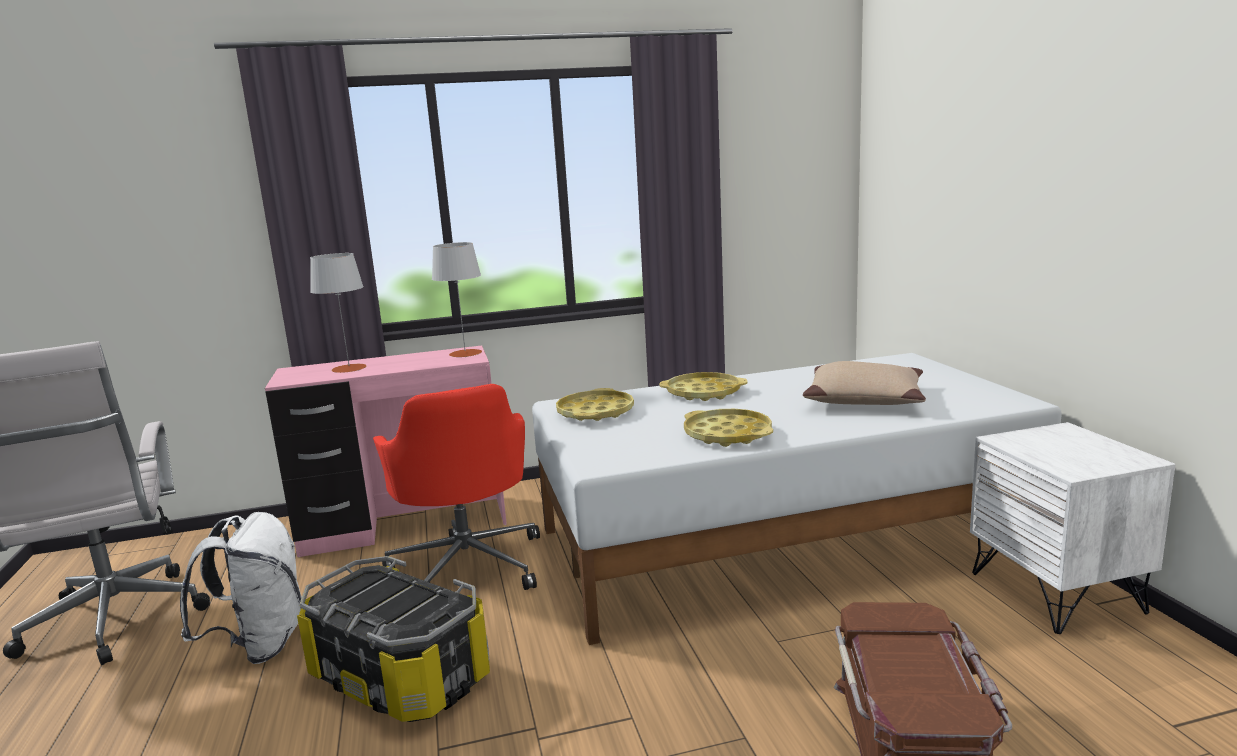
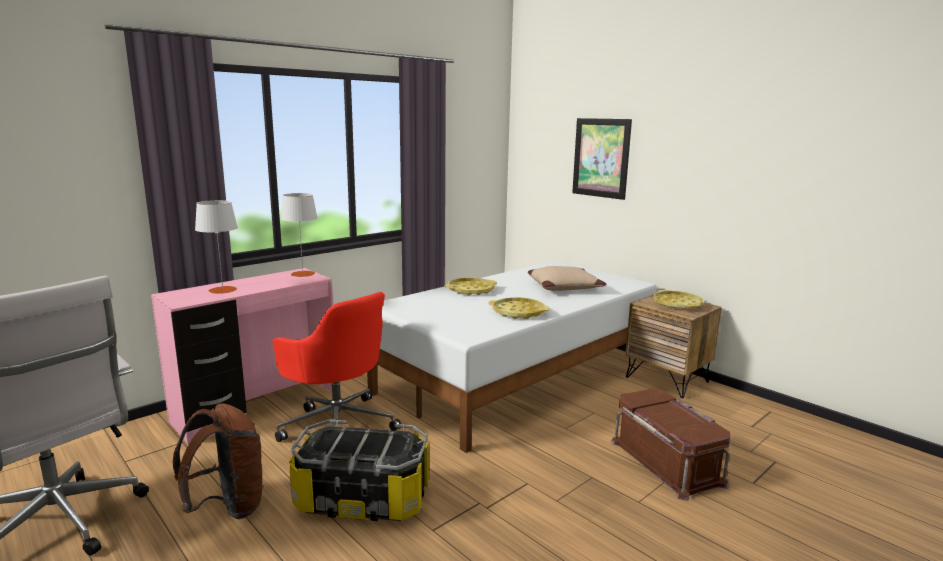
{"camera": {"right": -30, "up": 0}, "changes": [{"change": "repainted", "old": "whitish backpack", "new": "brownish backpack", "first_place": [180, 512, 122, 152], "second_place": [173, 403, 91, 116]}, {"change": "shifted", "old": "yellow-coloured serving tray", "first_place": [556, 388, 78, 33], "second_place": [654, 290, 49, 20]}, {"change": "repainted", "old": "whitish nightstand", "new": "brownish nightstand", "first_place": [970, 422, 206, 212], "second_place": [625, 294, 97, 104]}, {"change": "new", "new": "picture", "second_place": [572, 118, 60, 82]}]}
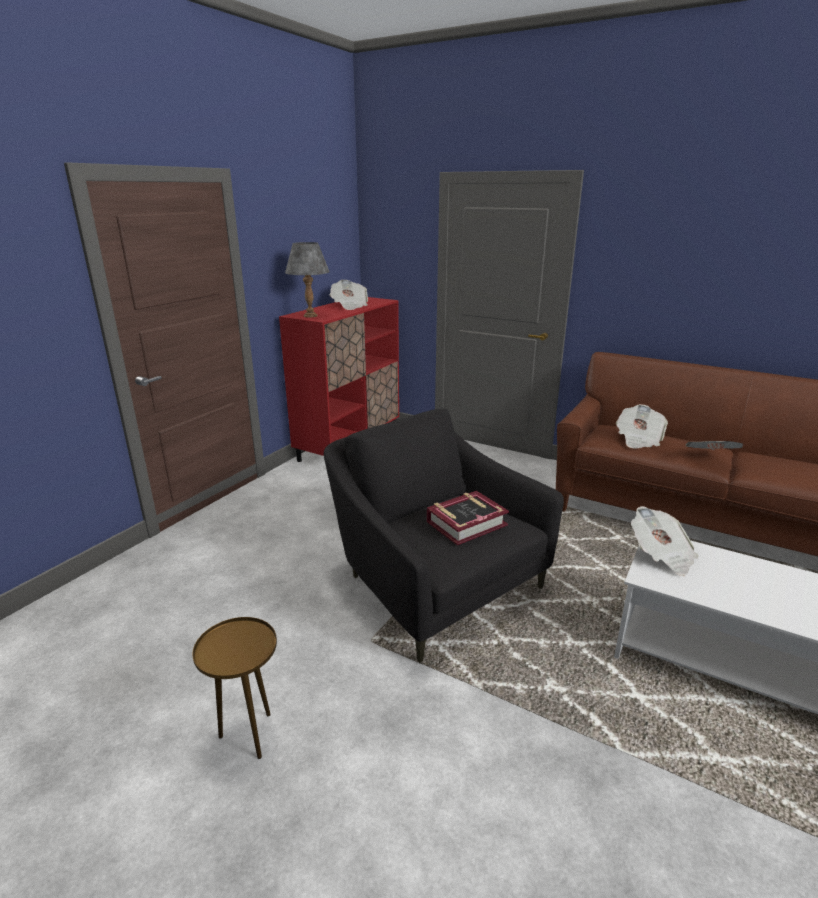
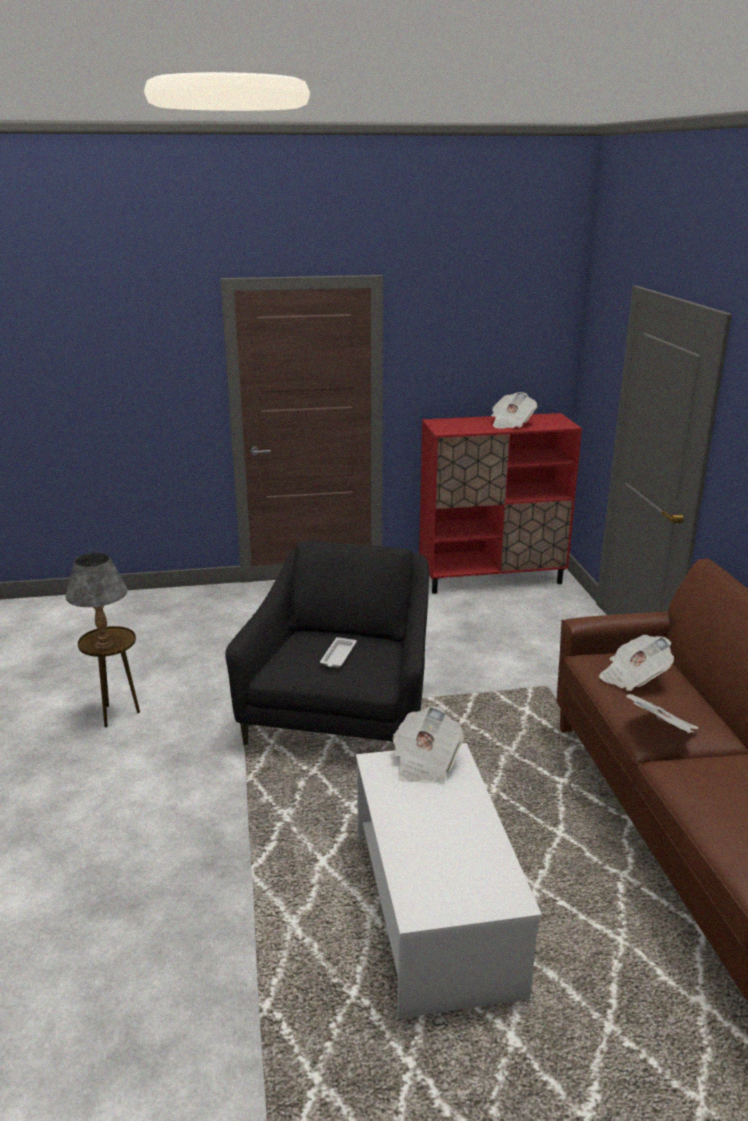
{"camera": {"right": 50, "up": 0}, "changes": [{"change": "shifted", "old": "greyish tabletop lamp", "first_place": [285, 242, 45, 76], "second_place": [65, 553, 63, 97]}, {"change": "swapped", "old": "volume", "new": "whitish serving tray", "first_place": [427, 491, 82, 54], "second_place": [320, 637, 37, 30]}]}
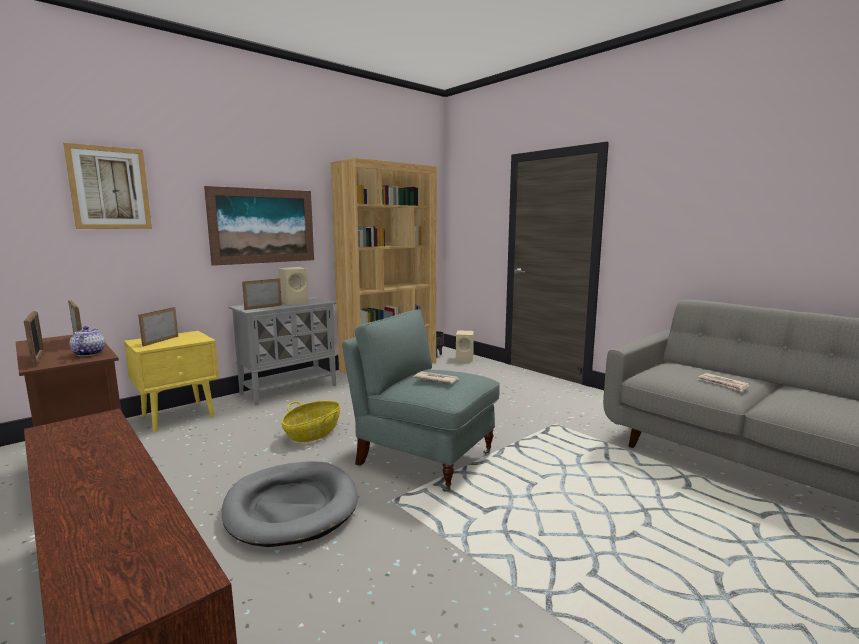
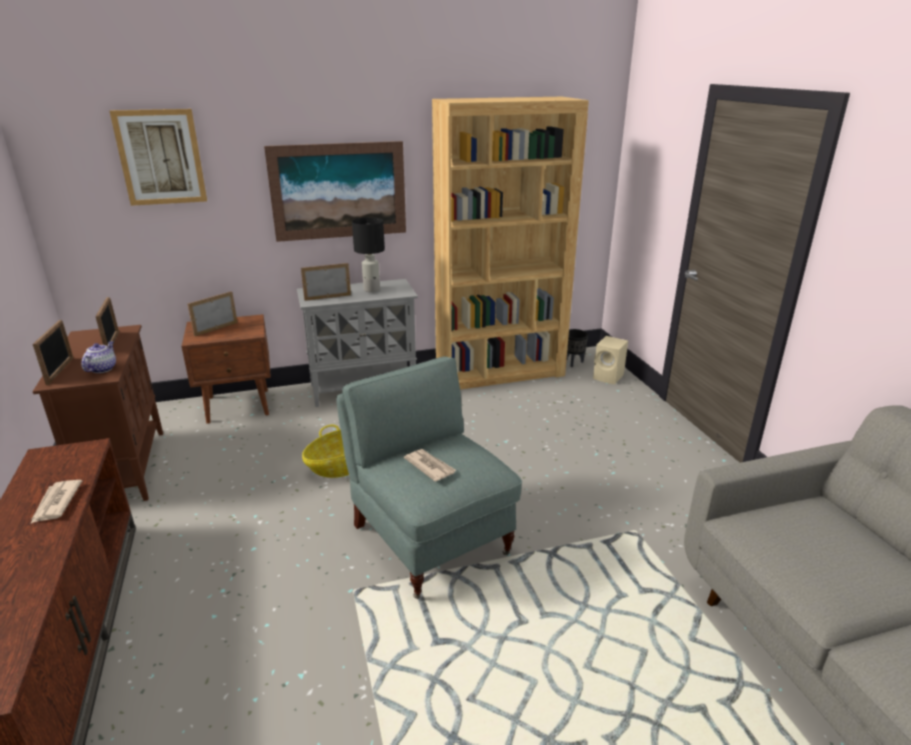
{"camera": {"right": 25, "up": 15}, "changes": [{"change": "repainted", "old": "yellow-coloured nightstand", "new": "brownish nightstand", "first_place": [124, 331, 95, 101], "second_place": [181, 314, 90, 110]}, {"change": "gone", "old": "greyish dog cushion", "first_place": [222, 461, 136, 86]}, {"change": "swapped", "old": "beige-coloured loudspeaker", "new": "black-coloured tabletop lamp", "first_place": [279, 267, 29, 38], "second_place": [352, 217, 33, 75]}, {"change": "shifted", "old": "printed paper", "first_place": [698, 373, 52, 19], "second_place": [31, 480, 51, 43]}]}
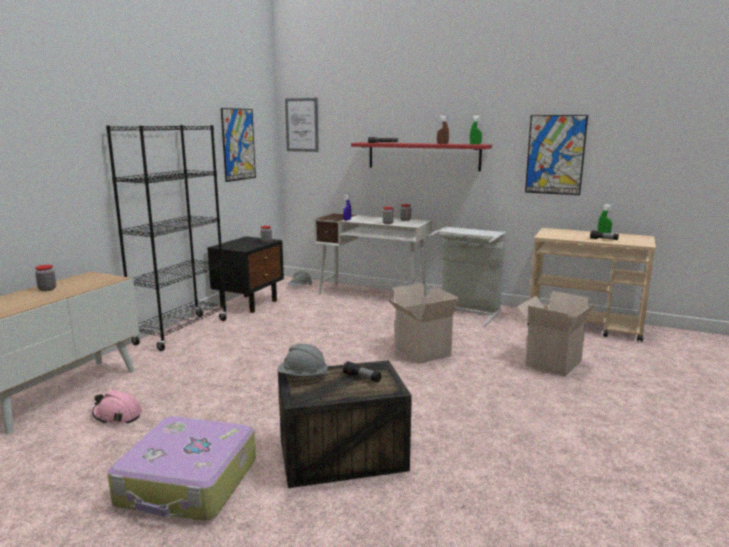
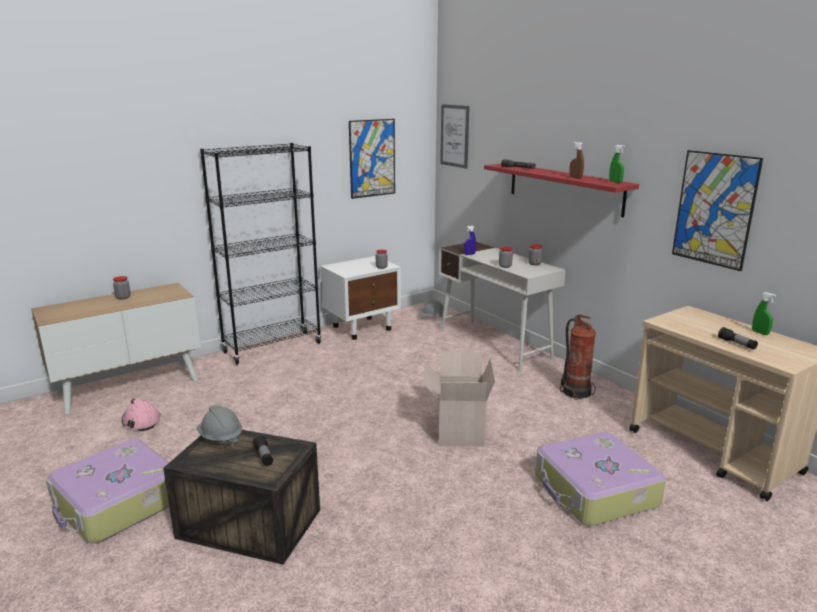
{"camera": {"right": 30, "up": 5}, "changes": [{"change": "repainted", "old": "black-coloured nightstand", "new": "whitish nightstand", "first_place": [207, 236, 77, 77], "second_place": [320, 256, 81, 84]}, {"change": "swapped", "old": "greyish laundry basket", "new": "extinguisher", "first_place": [428, 226, 78, 100], "second_place": [560, 314, 36, 86]}, {"change": "swapped", "old": "cardboard box", "new": "suitcase", "first_place": [517, 291, 78, 86], "second_place": [535, 432, 131, 94]}]}
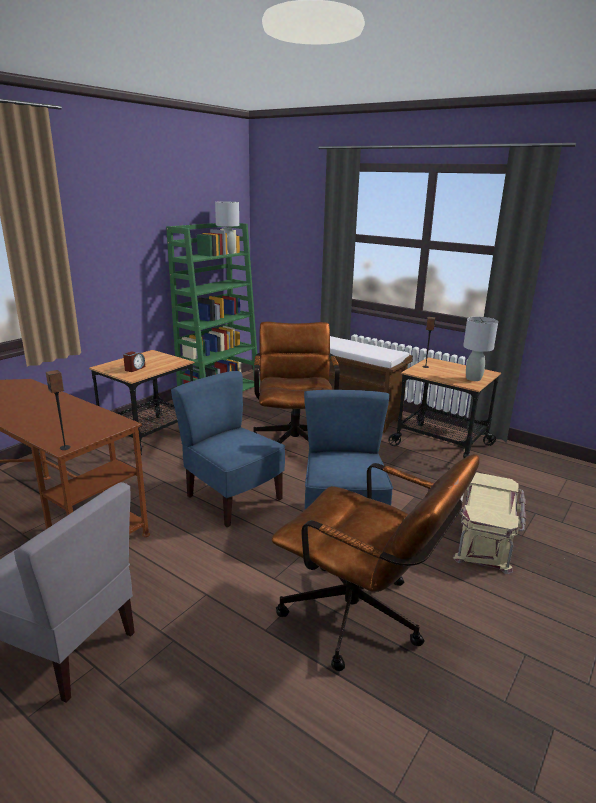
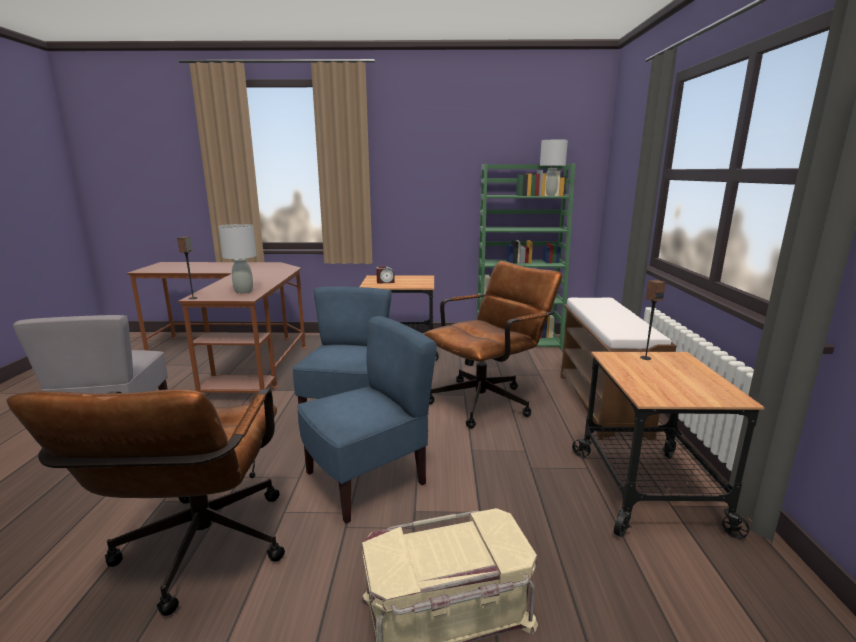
{"camera": {"right": 55, "up": -5}, "changes": [{"change": "shifted", "old": "greyish tabletop lamp", "first_place": [463, 317, 35, 64], "second_place": [219, 224, 38, 70]}]}
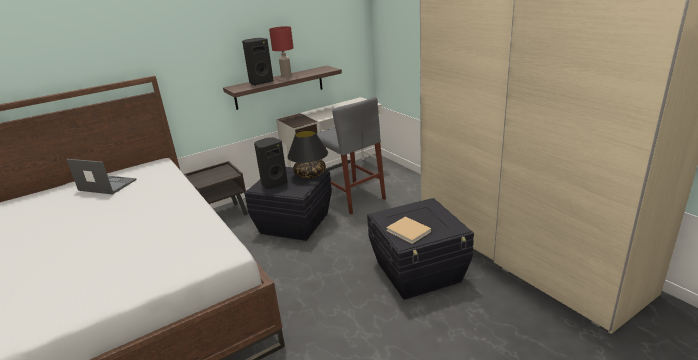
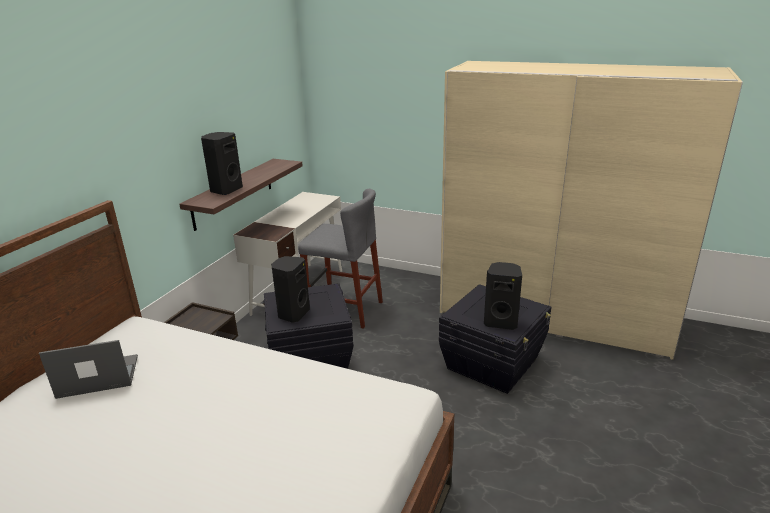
{"camera": {"right": -35, "up": 0}, "changes": [{"change": "gone", "old": "reddish tabletop lamp", "first_place": [269, 26, 24, 52]}, {"change": "gone", "old": "black-coloured tabletop lamp", "first_place": [287, 130, 41, 48]}, {"change": "swapped", "old": "beige-coloured volume", "new": "black-coloured loudspeaker", "first_place": [386, 217, 45, 27], "second_place": [484, 262, 38, 68]}]}
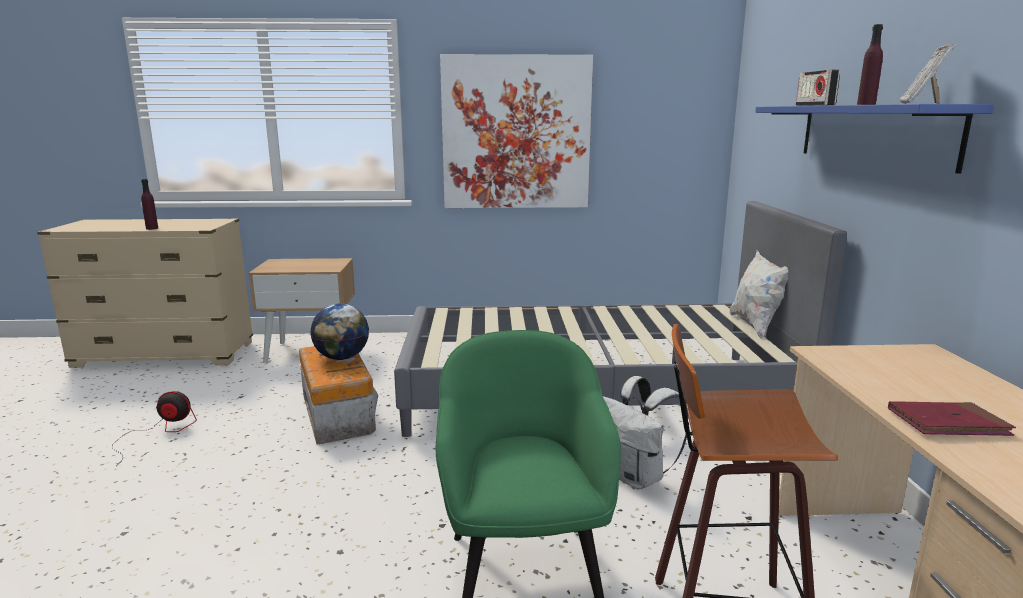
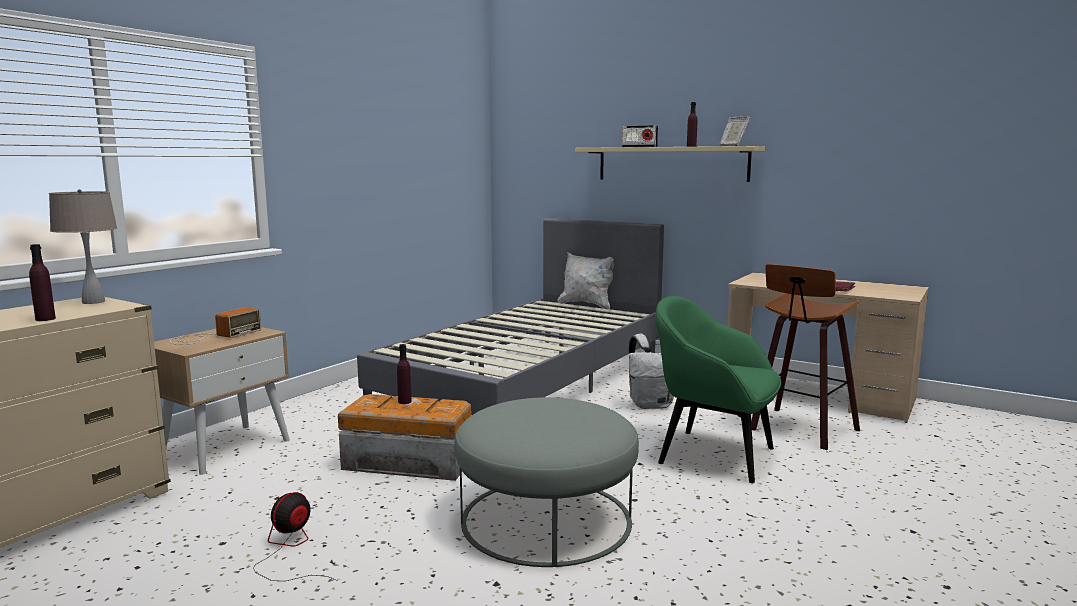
{"camera": {"right": -55, "up": -5}, "changes": [{"change": "swapped", "old": "globe", "new": "purplish bottle", "first_place": [310, 304, 59, 56], "second_place": [397, 344, 15, 60]}, {"change": "gone", "old": "picture", "first_place": [440, 54, 153, 154]}, {"change": "repainted", "old": "blue-coloured wall shelf", "new": "beige-coloured wall shelf", "first_place": [755, 104, 239, 70], "second_place": [575, 146, 190, 36]}, {"change": "new", "new": "beige-coloured tabletop lamp", "second_place": [49, 189, 68, 115]}, {"change": "new", "new": "radio receiver", "second_place": [170, 307, 91, 38]}, {"change": "new", "new": "greyish pouffe", "second_place": [455, 397, 184, 170]}]}
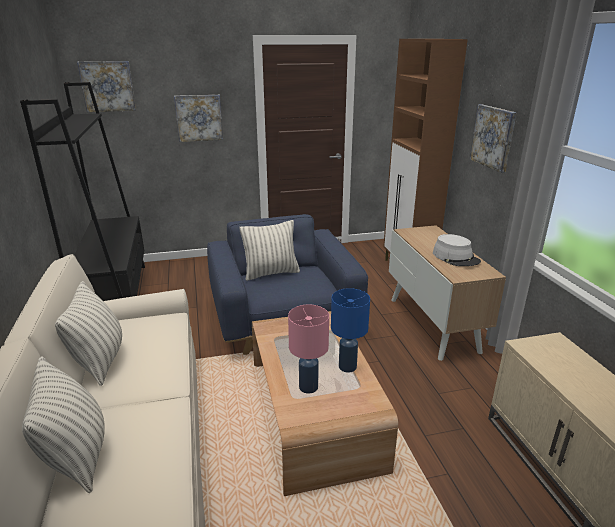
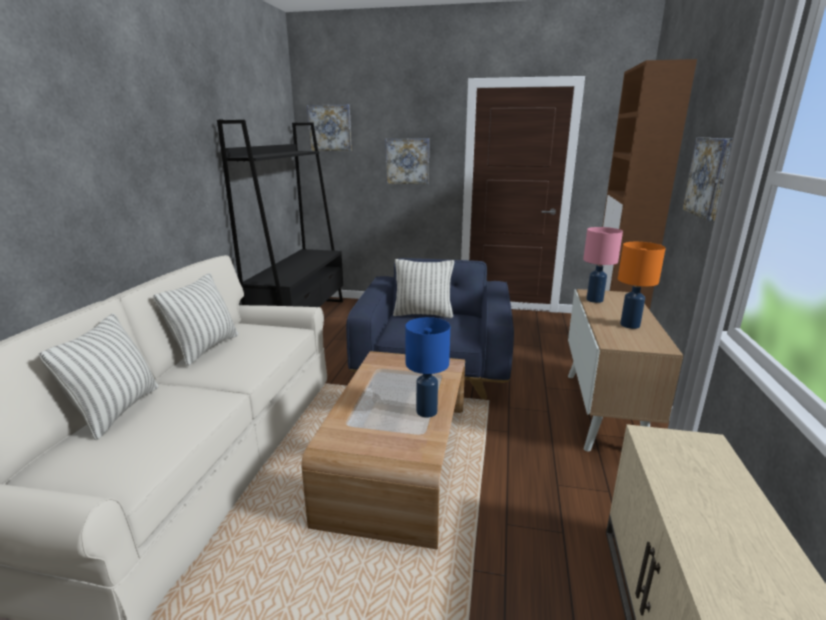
{"camera": {"right": 25, "up": -5}, "changes": [{"change": "shifted", "old": "pinkish tabletop lamp", "first_place": [288, 305, 41, 89], "second_place": [583, 227, 40, 76]}, {"change": "swapped", "old": "greyish hat", "new": "orangey tabletop lamp", "first_place": [433, 234, 48, 32], "second_place": [618, 242, 48, 87]}]}
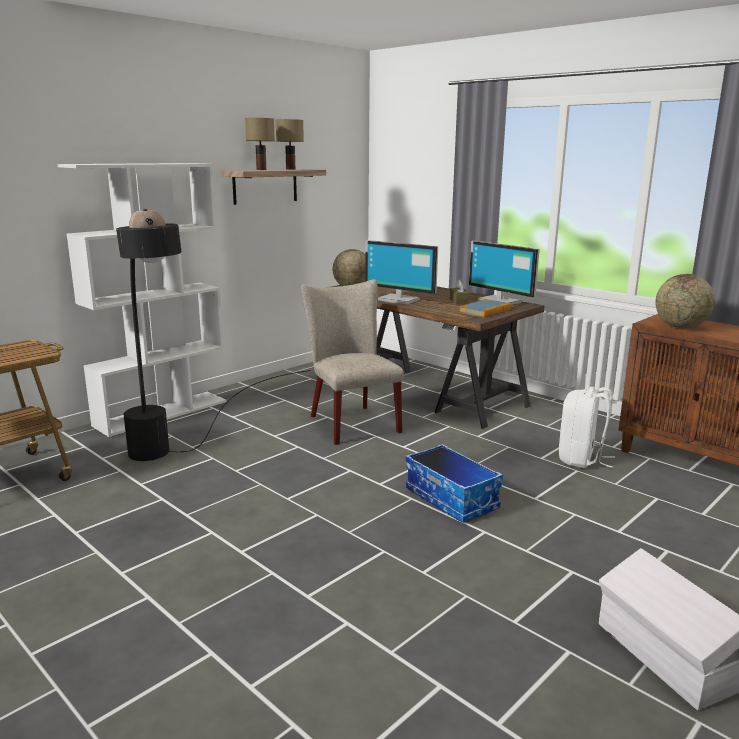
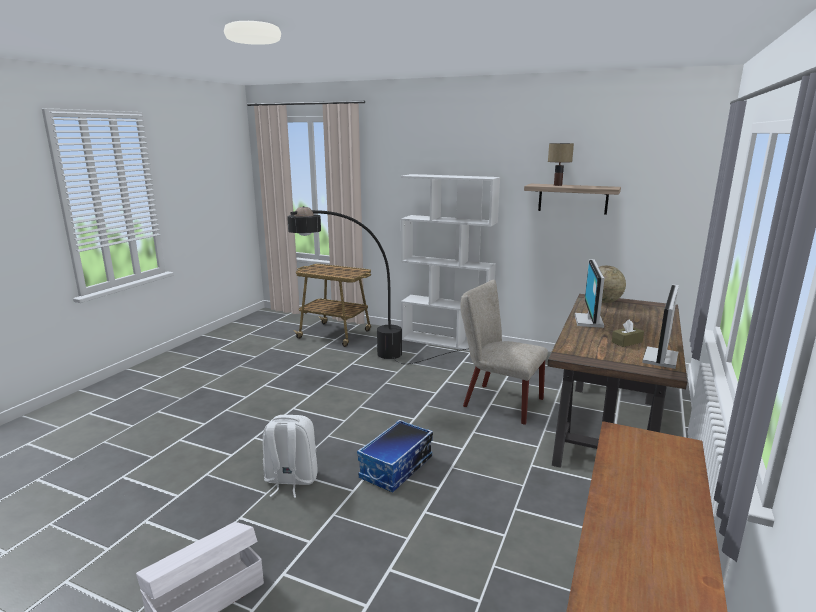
{"camera": {"right": 70, "up": 0}, "changes": [{"change": "gone", "old": "tabletop lamp", "first_place": [276, 119, 28, 51]}, {"change": "rotated", "old": "beige-coloured plain chair", "first_place": [301, 279, 103, 166], "second_place": [460, 280, 88, 145], "degrees": -105}, {"change": "gone", "old": "volume", "first_place": [459, 299, 53, 18]}, {"change": "shifted", "old": "whitish backpack", "first_place": [559, 387, 56, 81], "second_place": [263, 415, 55, 83]}, {"change": "gone", "old": "globe", "first_place": [655, 274, 60, 54]}]}
